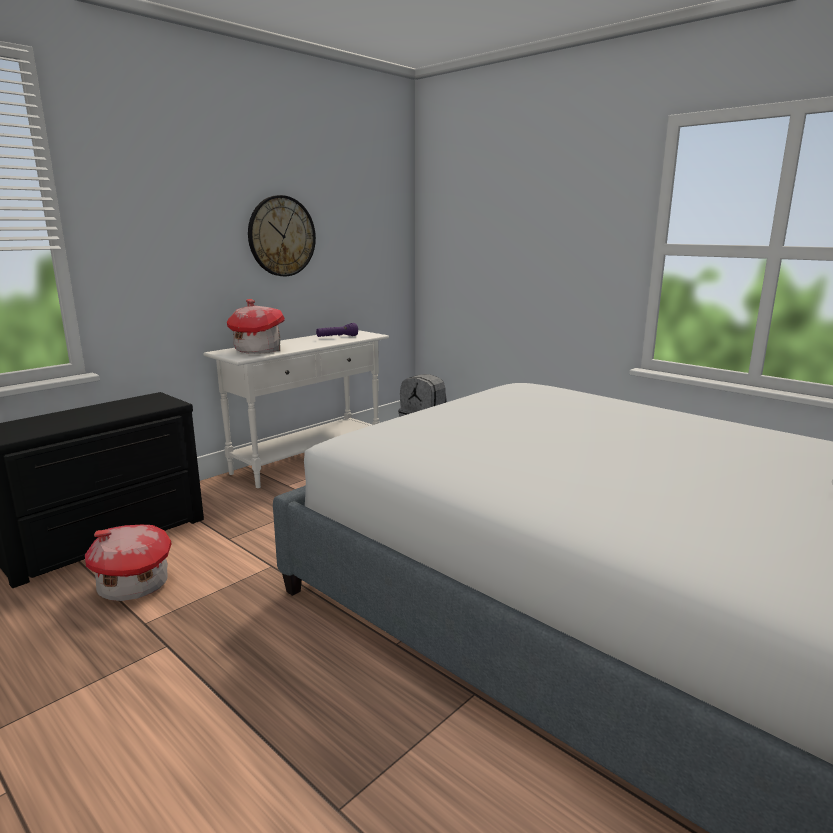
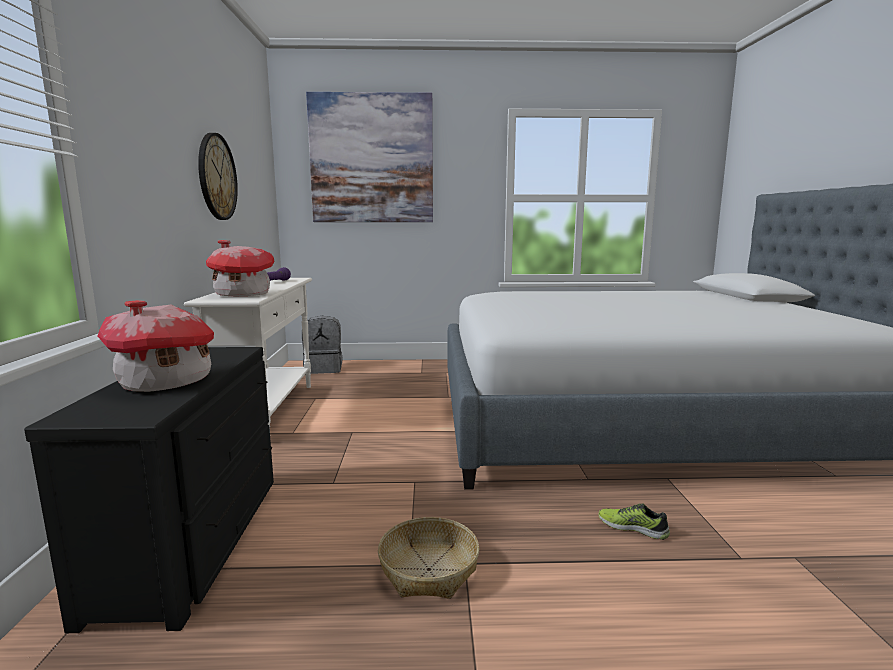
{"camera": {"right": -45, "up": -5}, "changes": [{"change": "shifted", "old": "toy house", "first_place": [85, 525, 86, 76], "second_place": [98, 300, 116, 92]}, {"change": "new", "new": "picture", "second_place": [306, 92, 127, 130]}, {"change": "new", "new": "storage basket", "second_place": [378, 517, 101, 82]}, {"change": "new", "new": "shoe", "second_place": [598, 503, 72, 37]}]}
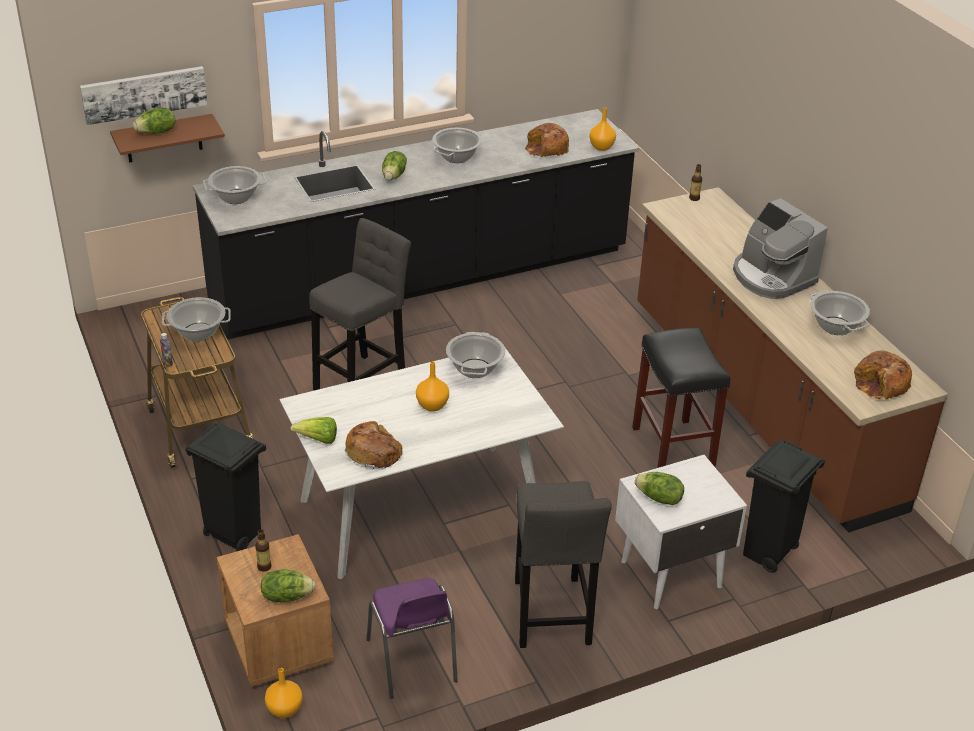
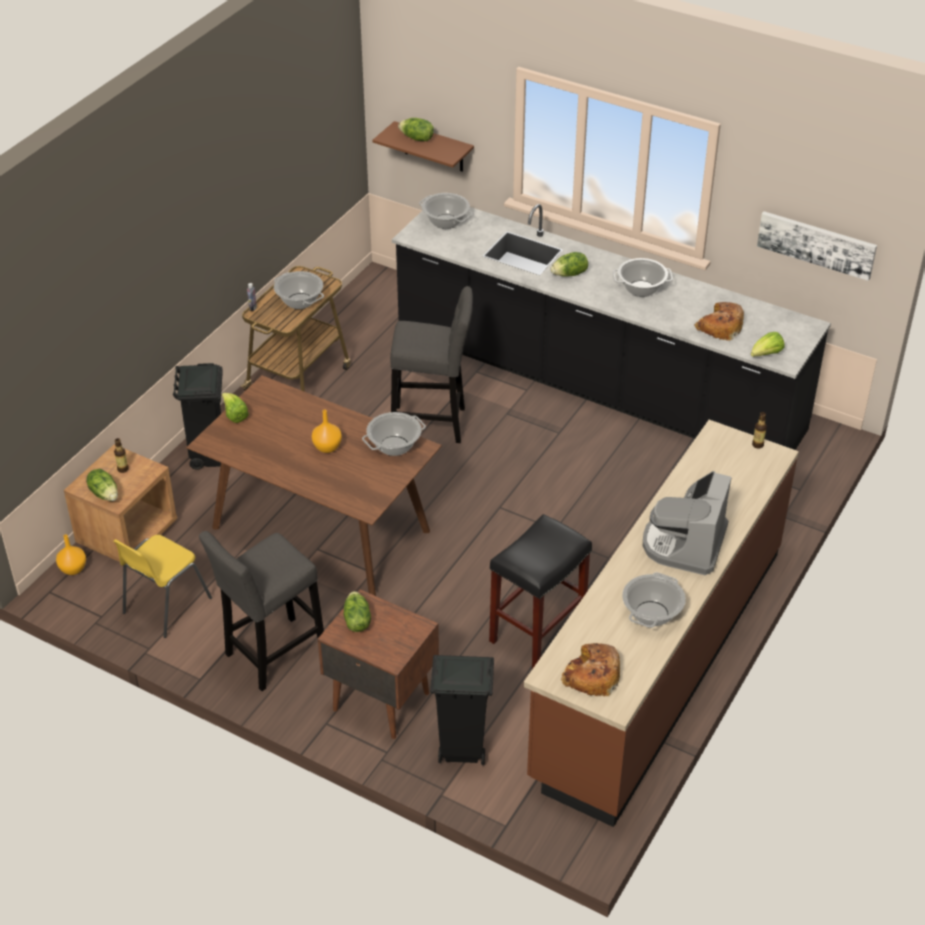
{"camera": {"right": 55, "up": 5}, "changes": [{"change": "shifted", "old": "picture", "first_place": [80, 66, 127, 59], "second_place": [757, 211, 120, 70]}, {"change": "repainted", "old": "whitish dinner table", "new": "brownish dinner table", "first_place": [279, 348, 285, 231], "second_place": [186, 375, 256, 221]}, {"change": "gone", "old": "baked bread", "first_place": [345, 421, 57, 48]}, {"change": "repainted", "old": "purplish plain chair", "new": "yellow-coloured plain chair", "first_place": [367, 578, 91, 120], "second_place": [114, 535, 98, 103]}, {"change": "swapped", "old": "orangey flower vase", "new": "head of lettuce", "first_place": [589, 107, 27, 44], "second_place": [751, 332, 33, 25]}, {"change": "repainted", "old": "whitish nightstand", "new": "brownish nightstand", "first_place": [615, 455, 132, 154], "second_place": [318, 589, 121, 150]}]}
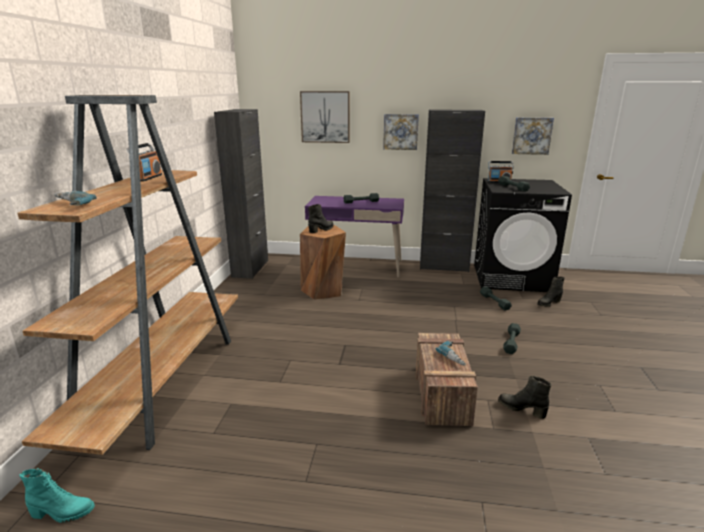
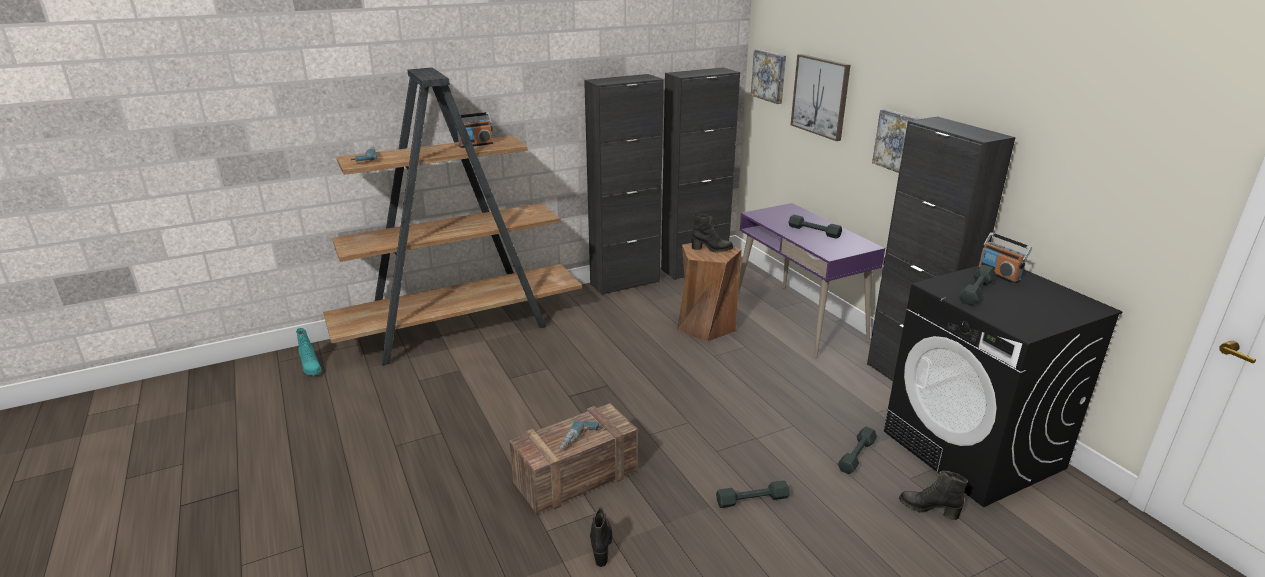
{"camera": {"right": 55, "up": 5}, "changes": [{"change": "shifted", "old": "picture", "first_place": [512, 117, 42, 38], "second_place": [751, 49, 35, 55]}, {"change": "new", "new": "black-coloured storage cabinet", "second_place": [584, 74, 80, 221]}]}
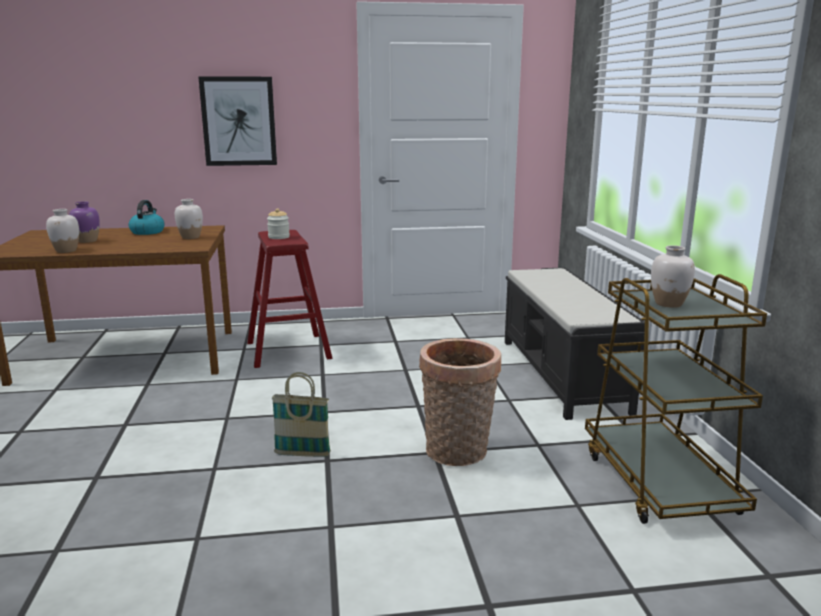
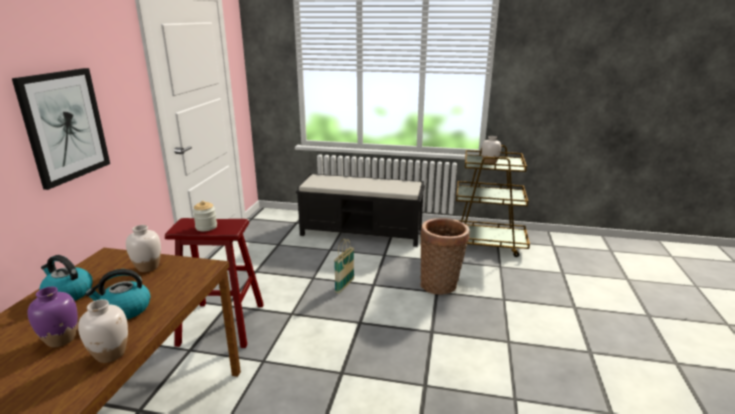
{"camera": {"right": -70, "up": 5}, "changes": [{"change": "shifted", "old": "storage basket", "first_place": [272, 372, 59, 85], "second_place": [334, 239, 20, 54]}, {"change": "new", "new": "tea kettle", "second_place": [85, 269, 65, 50]}]}
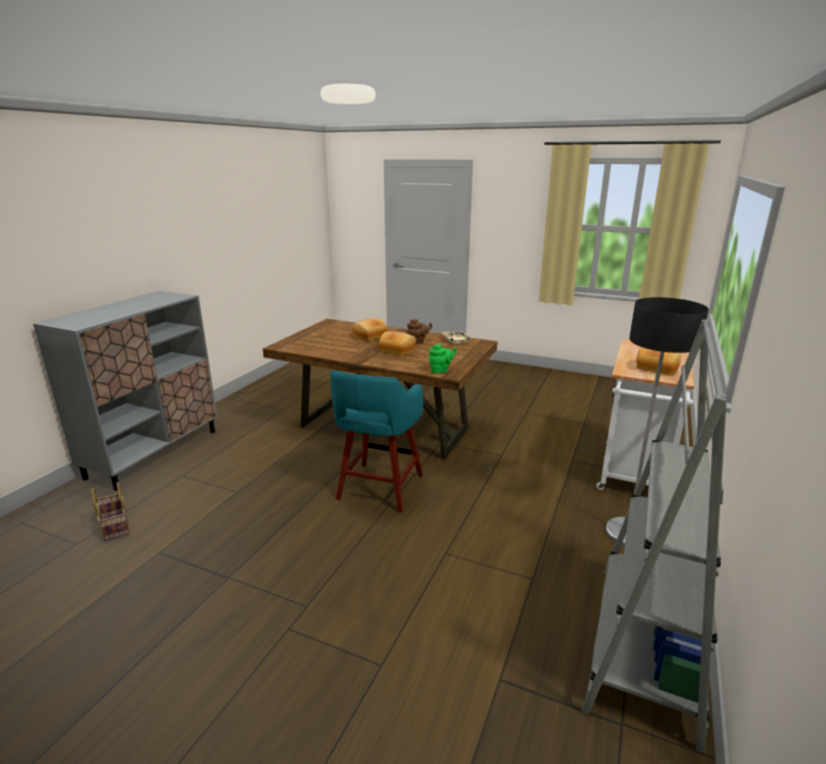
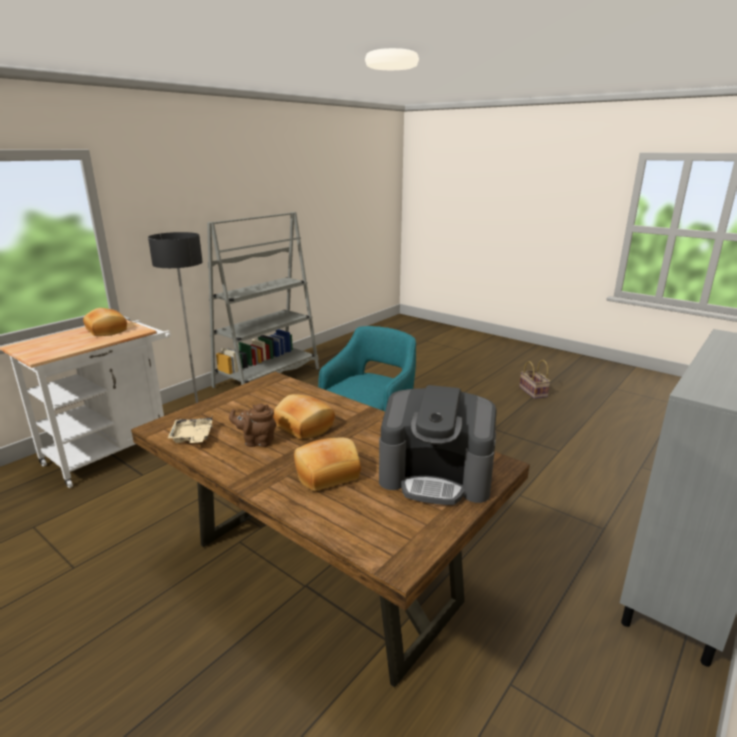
{"camera": {"right": -165, "up": 0}, "changes": [{"change": "shifted", "old": "storage basket", "first_place": [91, 482, 38, 59], "second_place": [519, 360, 32, 39]}, {"change": "gone", "old": "green teapot", "first_place": [429, 344, 28, 30]}, {"change": "new", "new": "coffee maker", "second_place": [379, 385, 118, 120]}]}
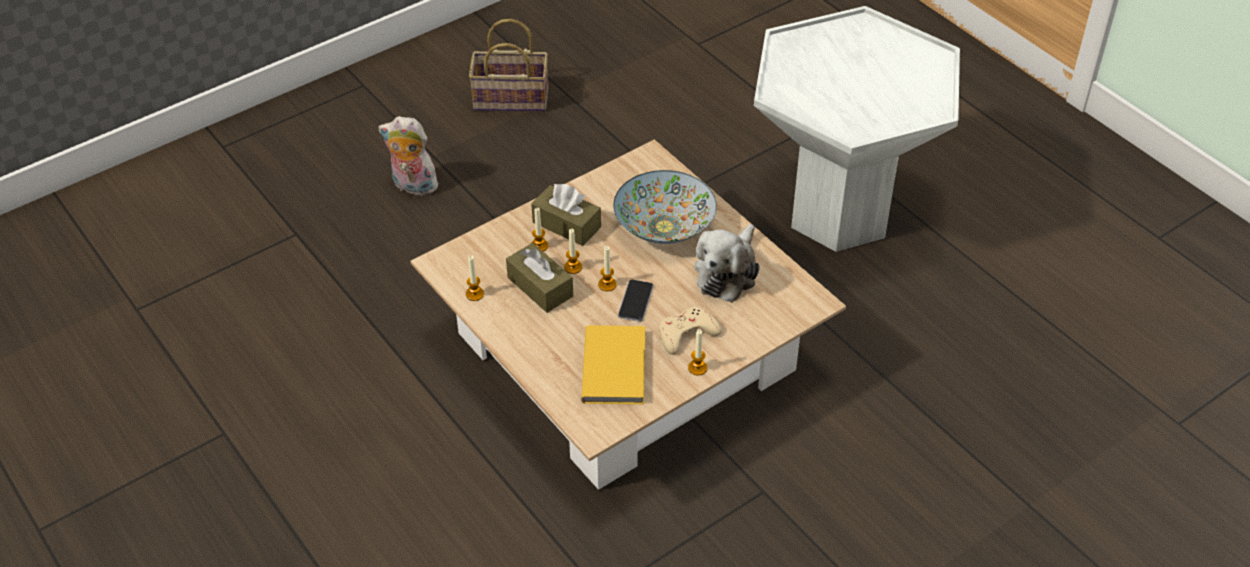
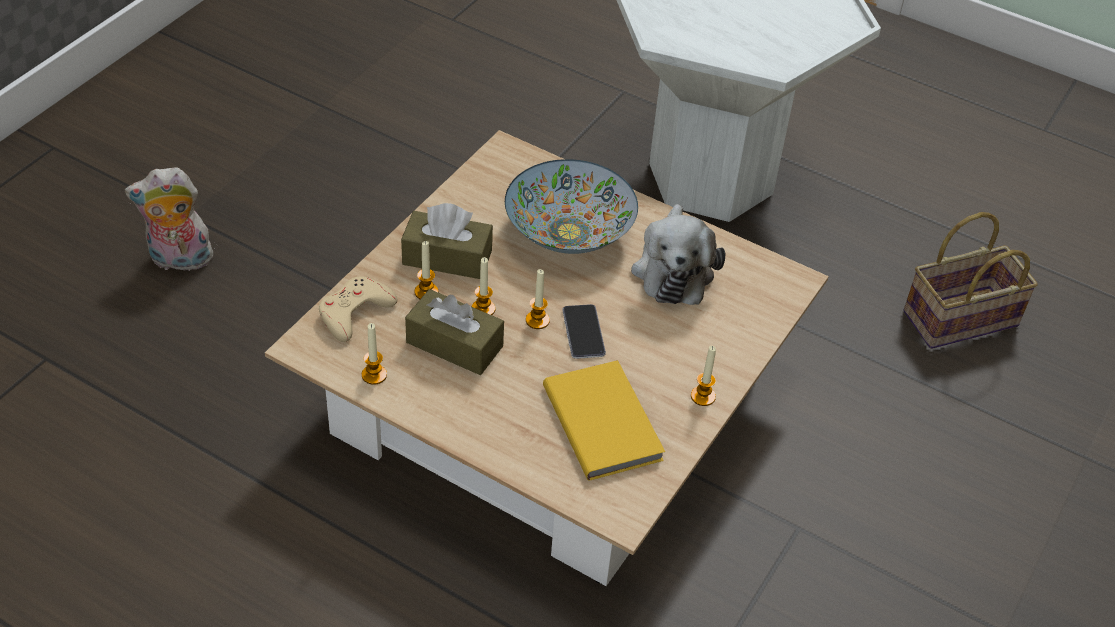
{"camera": {"right": -25, "up": 0}, "changes": [{"change": "shifted", "old": "storage basket", "first_place": [469, 19, 79, 92], "second_place": [903, 212, 135, 137]}, {"change": "shifted", "old": "beige-coloured joypad", "first_place": [659, 307, 63, 48], "second_place": [319, 276, 78, 66]}]}
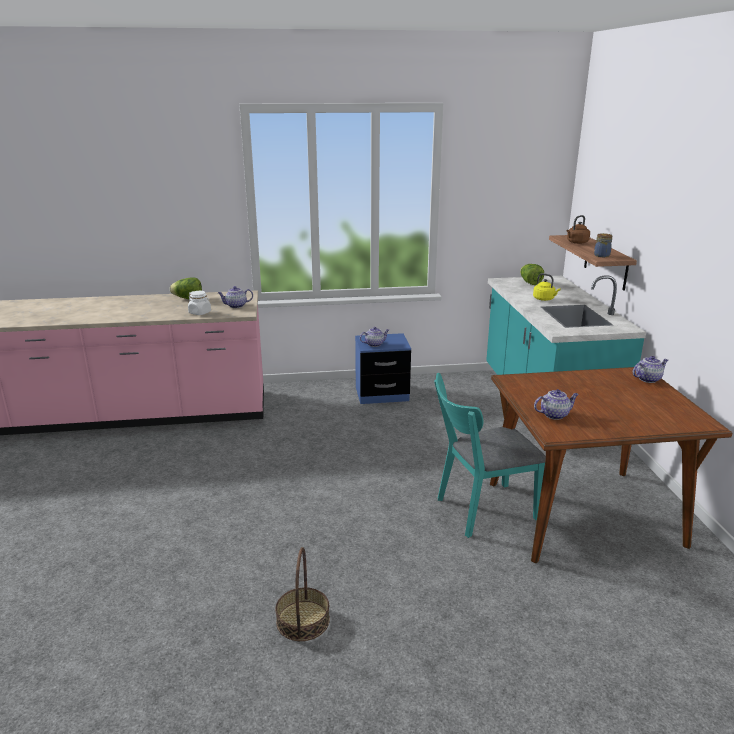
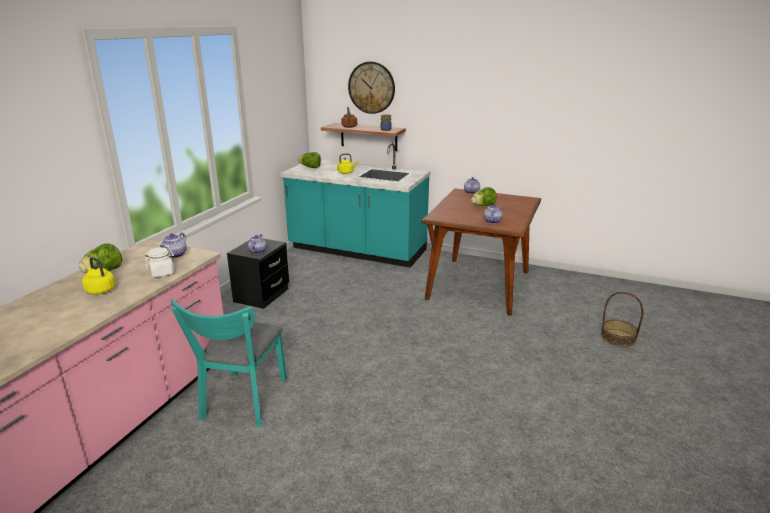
{"camera": {"right": -60, "up": 0}, "changes": [{"change": "shifted", "old": "storage basket", "first_place": [275, 547, 55, 94], "second_place": [601, 292, 42, 55]}, {"change": "repainted", "old": "blue-coloured nightstand", "new": "black-coloured nightstand", "first_place": [355, 333, 56, 71], "second_place": [227, 239, 62, 70]}, {"change": "shifted", "old": "turquoise-coloured plain chair", "first_place": [434, 373, 112, 165], "second_place": [170, 299, 117, 128]}, {"change": "new", "new": "yellow-coloured tea kettle", "second_place": [82, 257, 33, 38]}, {"change": "new", "new": "clock on the wall", "second_place": [348, 61, 47, 53]}, {"change": "new", "new": "head of lettuce", "second_place": [471, 187, 26, 19]}]}
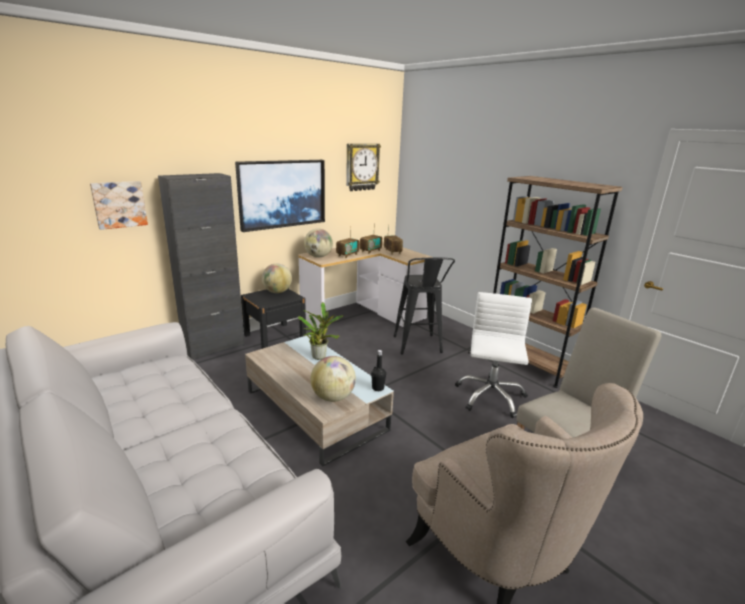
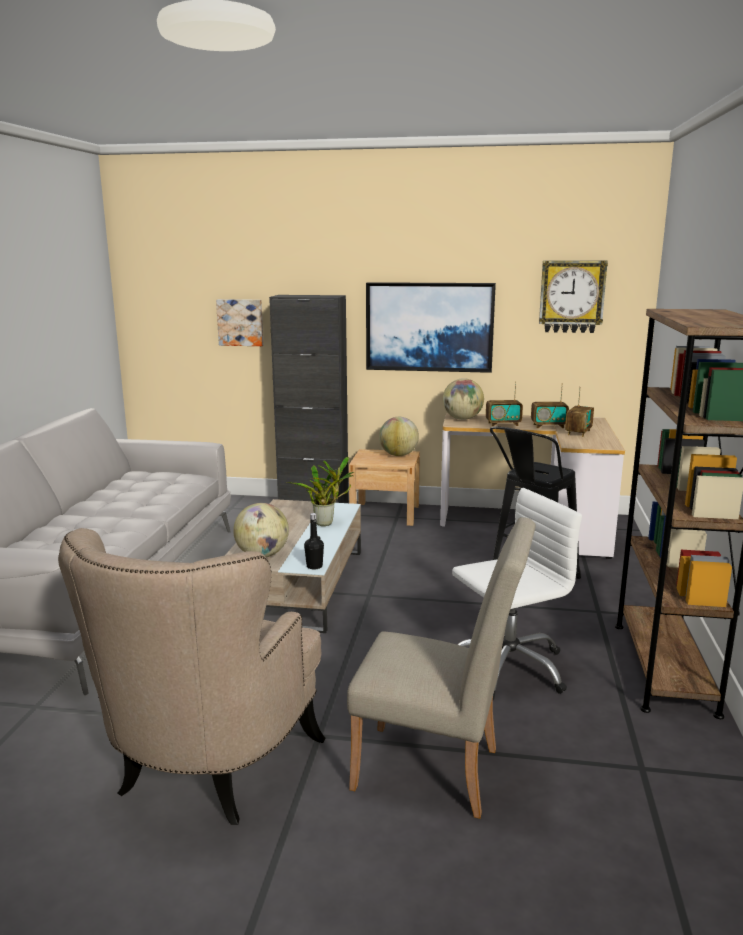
{"camera": {"right": 50, "up": -5}, "changes": [{"change": "repainted", "old": "black-coloured nightstand", "new": "beige-coloured nightstand", "first_place": [241, 289, 65, 60], "second_place": [349, 449, 71, 77]}]}
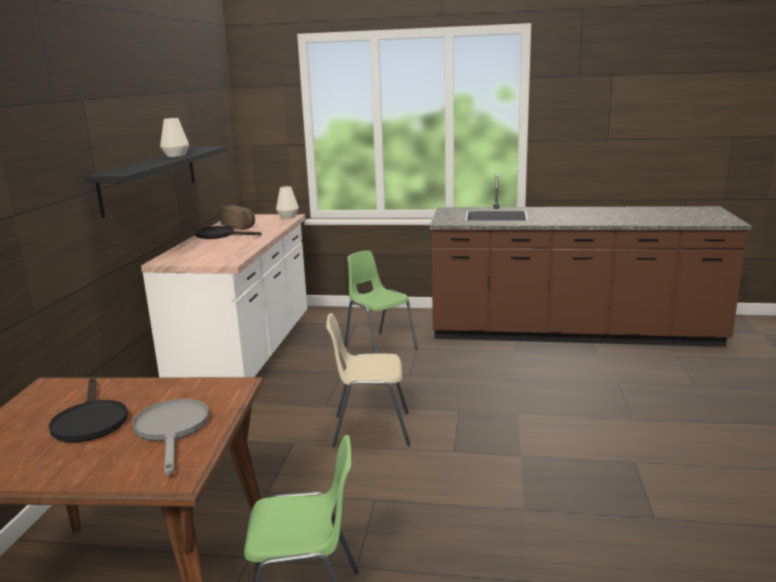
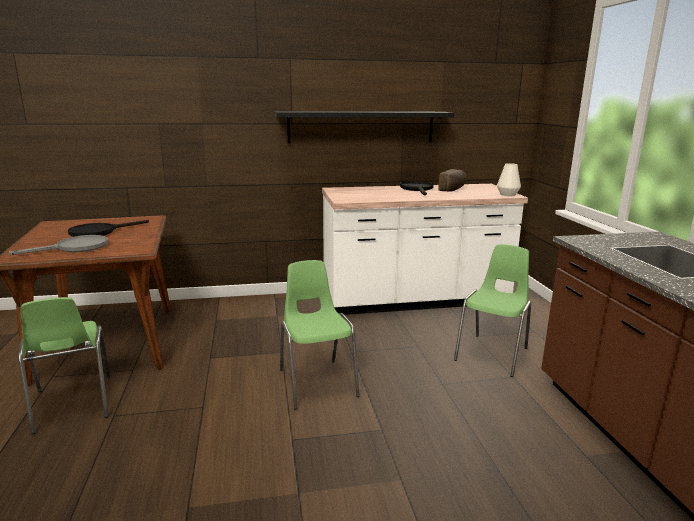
{"camera": {"right": 70, "up": 0}, "changes": [{"change": "gone", "old": "whitish flower vase", "first_place": [160, 118, 29, 39]}, {"change": "repainted", "old": "beige-coloured plain chair", "new": "green plain chair", "first_place": [326, 313, 85, 134], "second_place": [280, 260, 80, 150]}]}
